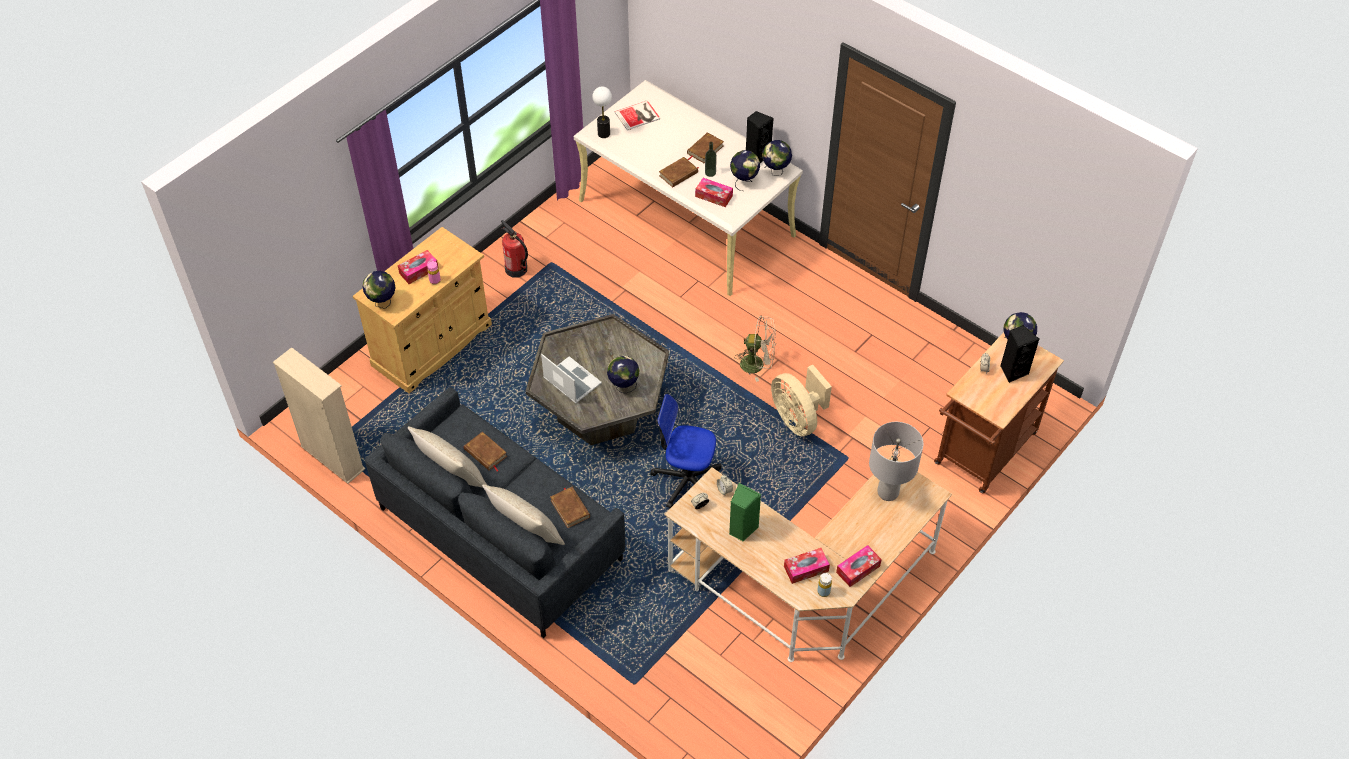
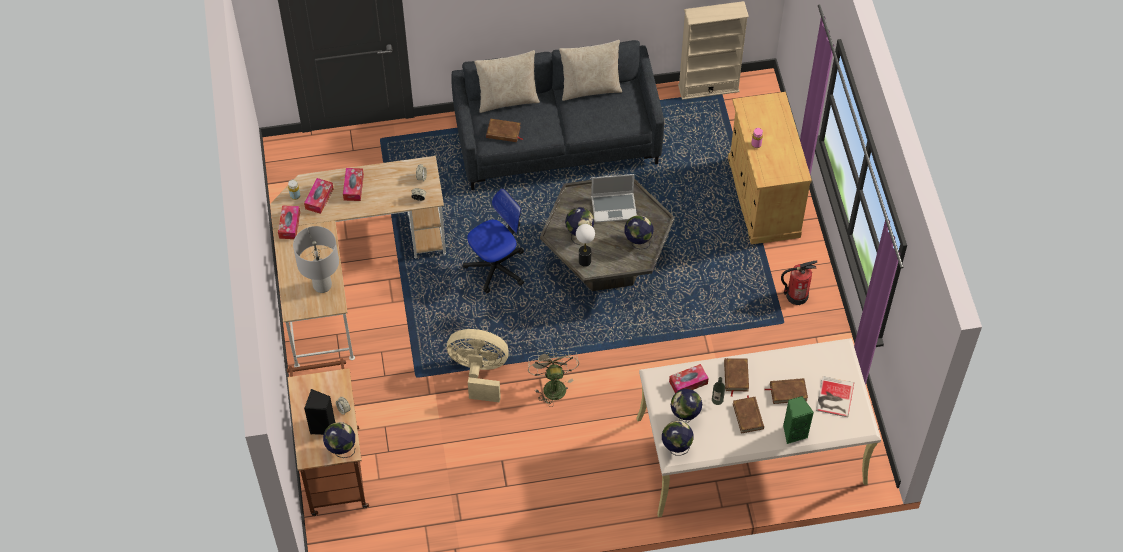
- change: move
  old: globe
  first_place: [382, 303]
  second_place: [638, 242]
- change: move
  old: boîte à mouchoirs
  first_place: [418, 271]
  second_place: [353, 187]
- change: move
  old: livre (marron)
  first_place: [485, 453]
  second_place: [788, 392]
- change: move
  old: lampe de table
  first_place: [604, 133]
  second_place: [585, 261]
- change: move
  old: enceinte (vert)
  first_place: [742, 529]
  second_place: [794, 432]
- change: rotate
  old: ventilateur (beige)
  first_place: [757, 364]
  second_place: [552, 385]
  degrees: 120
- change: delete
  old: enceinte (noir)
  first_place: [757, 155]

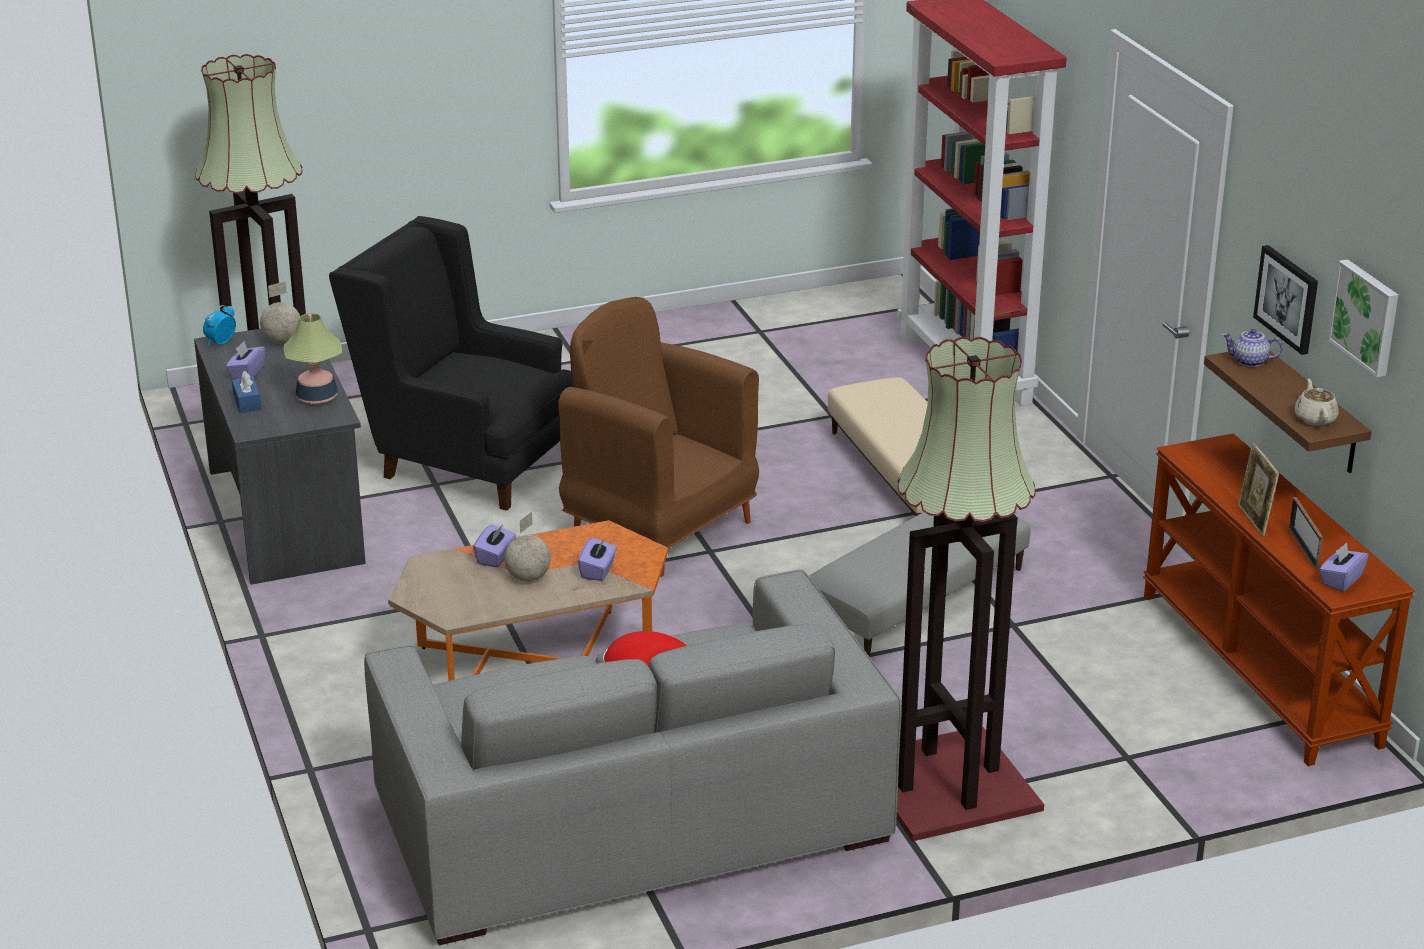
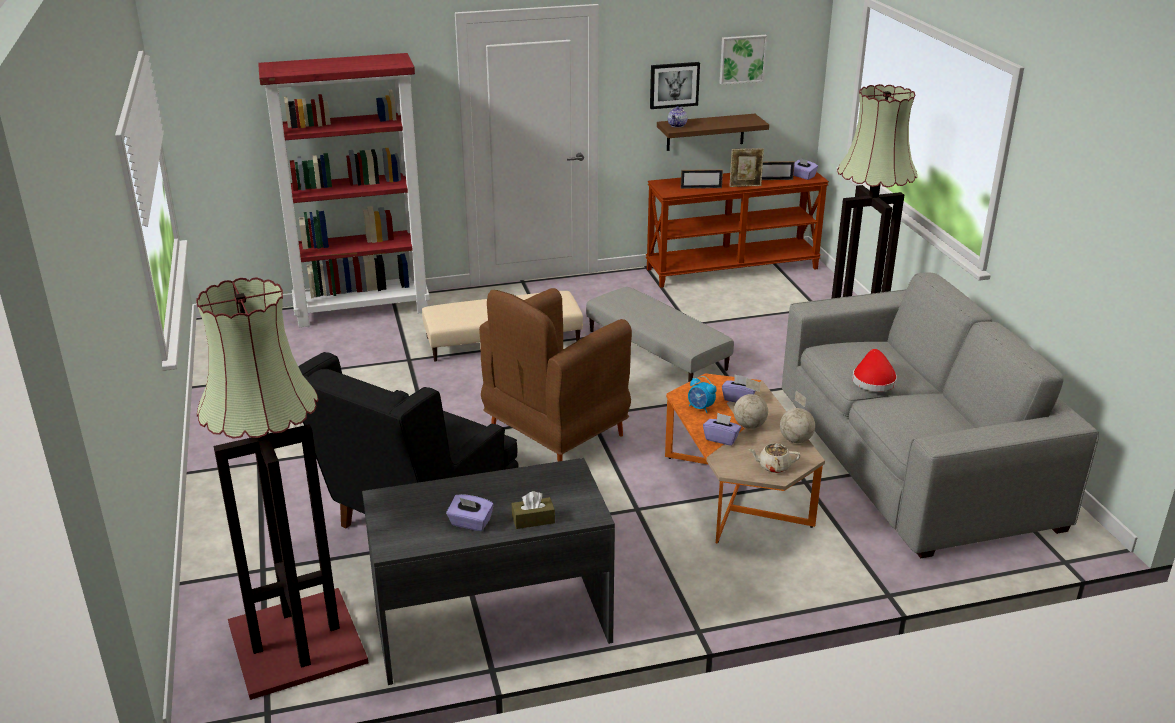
- change: move
  old: réveil
  first_place: [220, 343]
  second_place: [700, 408]
- change: recolor
  old: boîte à mouchoirs (bleu)
  new: boîte à mouchoirs (marron)
  first_place: [247, 402]
  second_place: [533, 520]
- change: move
  old: globe
  first_place: [283, 341]
  second_place: [795, 440]
- change: delete
  old: lampe de table
  first_place: [317, 397]
- change: move
  old: théière (beige)
  first_place: [1314, 418]
  second_place: [773, 466]
- change: insert
  new: cadre photo
  second_place: [701, 188]

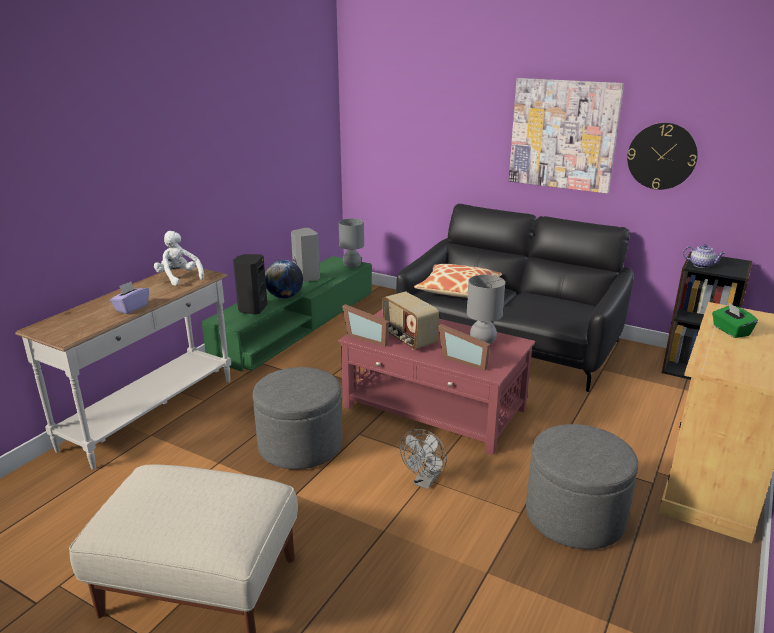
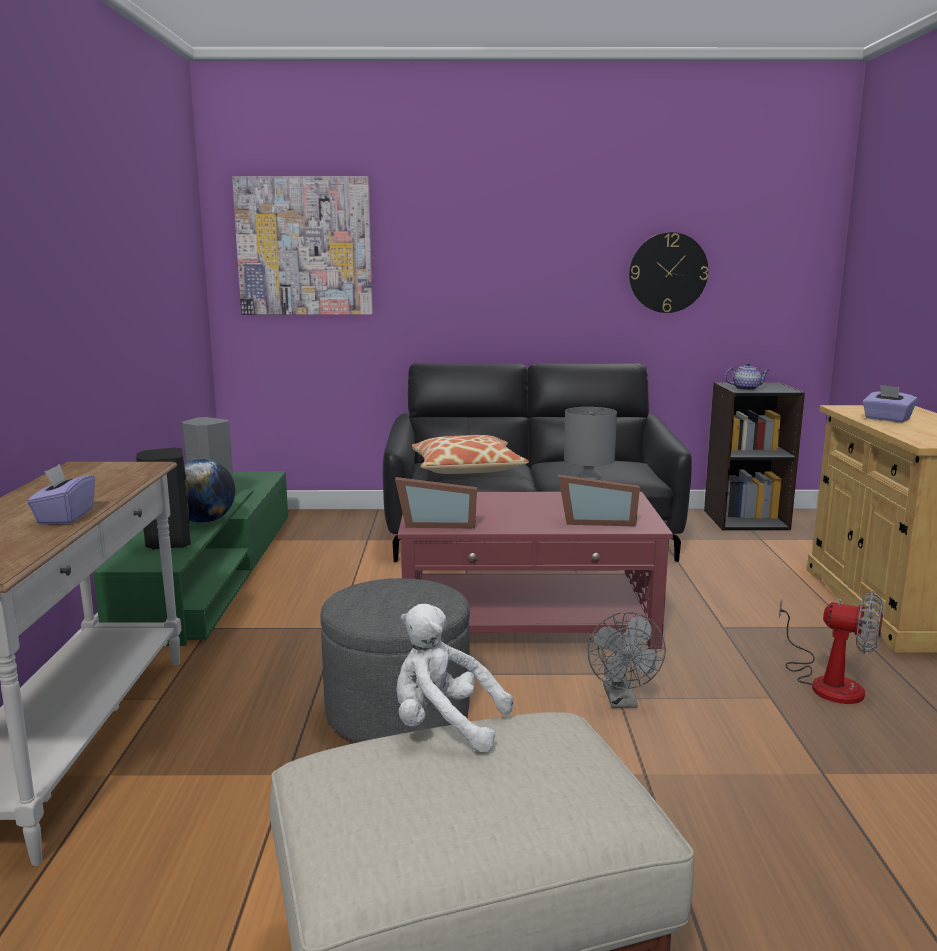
- change: move
  old: peluche (blanc)
  first_place: [179, 278]
  second_place: [444, 726]
- change: delete
  old: lampe de table (gris)
  first_place: [352, 266]
- change: delete
  old: radio
  first_place: [408, 339]
- change: move
  old: tableau
  first_place: [563, 134]
  second_place: [304, 246]
- change: replace
  old: pouf (gris)
  new: ventilateur
  first_place: [574, 516]
  second_place: [827, 682]
- change: recolor
  old: boîte à mouchoirs (vert)
  new: boîte à mouchoirs (violet)
  first_place: [730, 331]
  second_place: [887, 419]

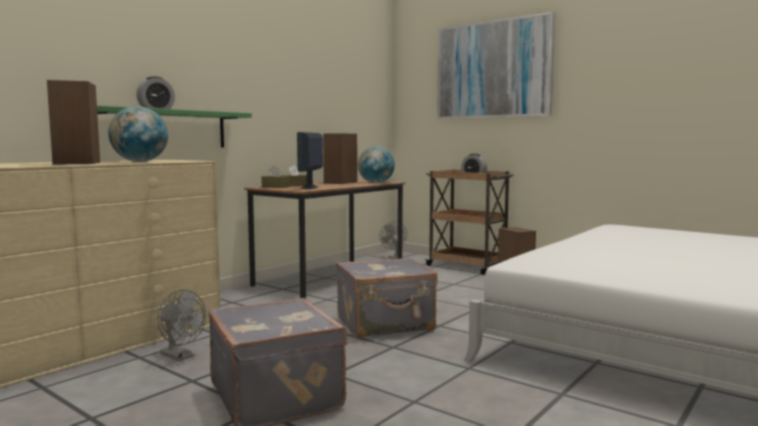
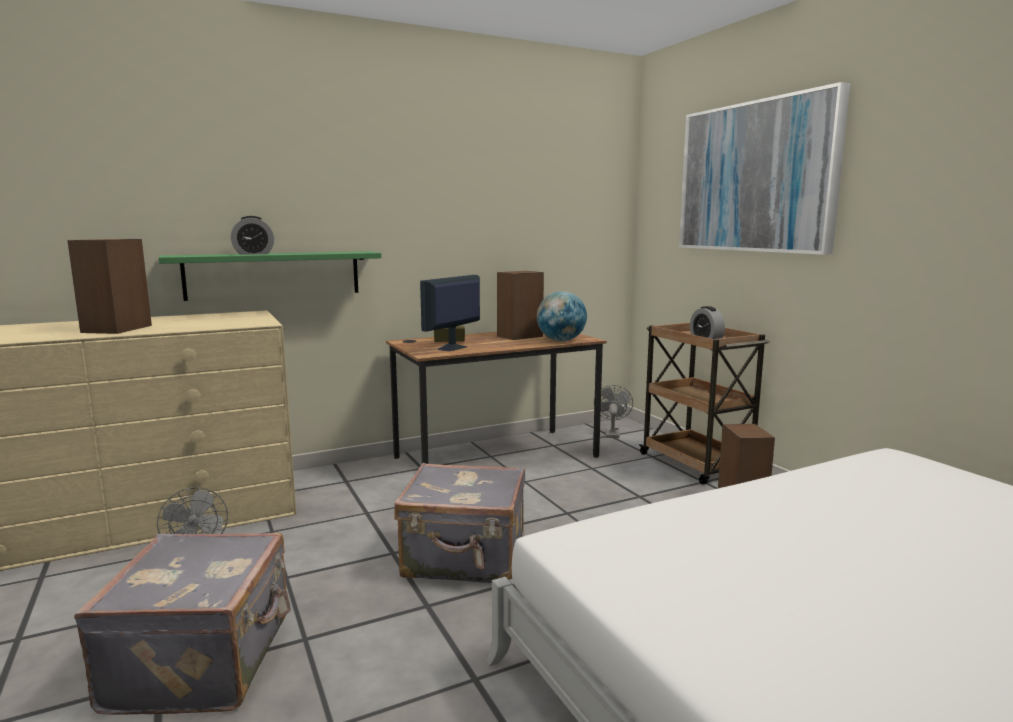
- change: delete
  old: globe
  first_place: [139, 161]
- change: delete
  old: boîte à mouchoirs (marron)
  first_place: [275, 187]

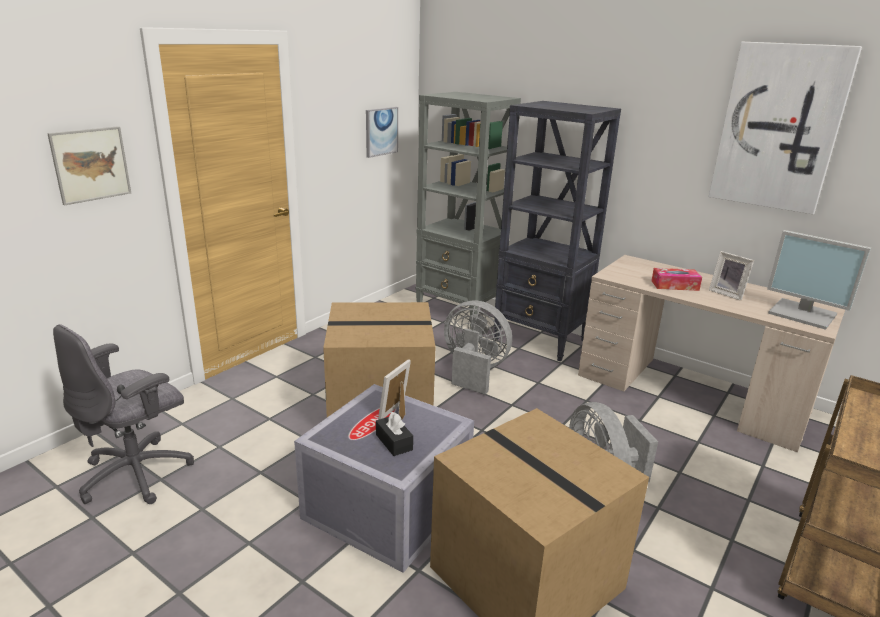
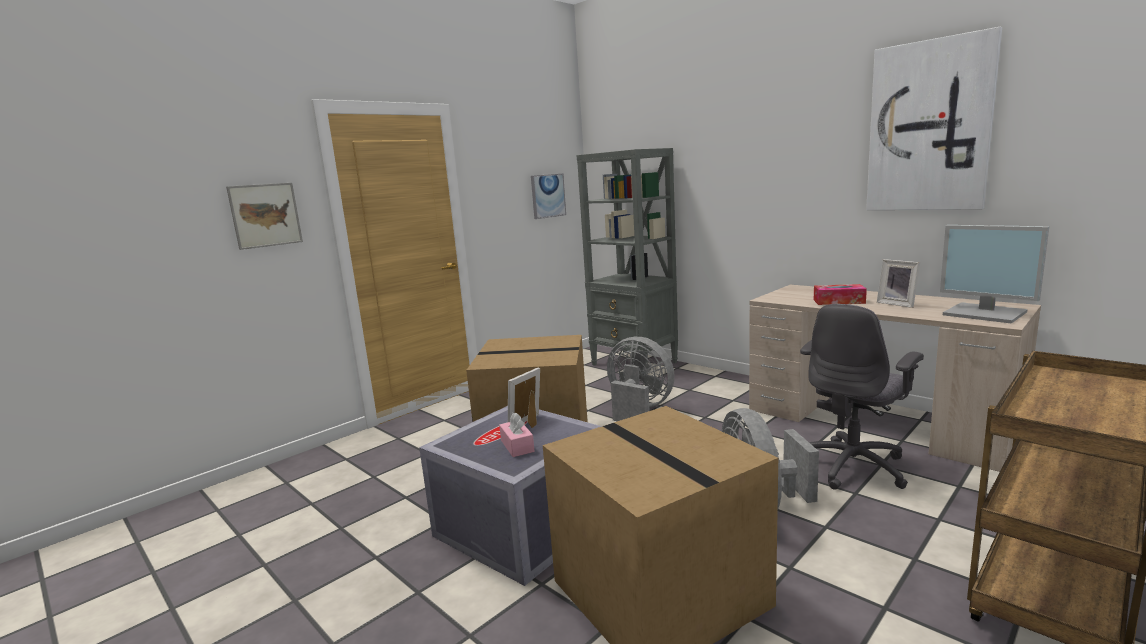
- change: move
  old: chaise de bureau (gris)
  first_place: [138, 473]
  second_place: [853, 466]
- change: recolor
  old: boîte à mouchoirs (noir)
  new: boîte à mouchoirs (rose)
  first_place: [394, 442]
  second_place: [517, 446]
- change: delete
  old: bibliothèque (noir)
  first_place: [540, 340]

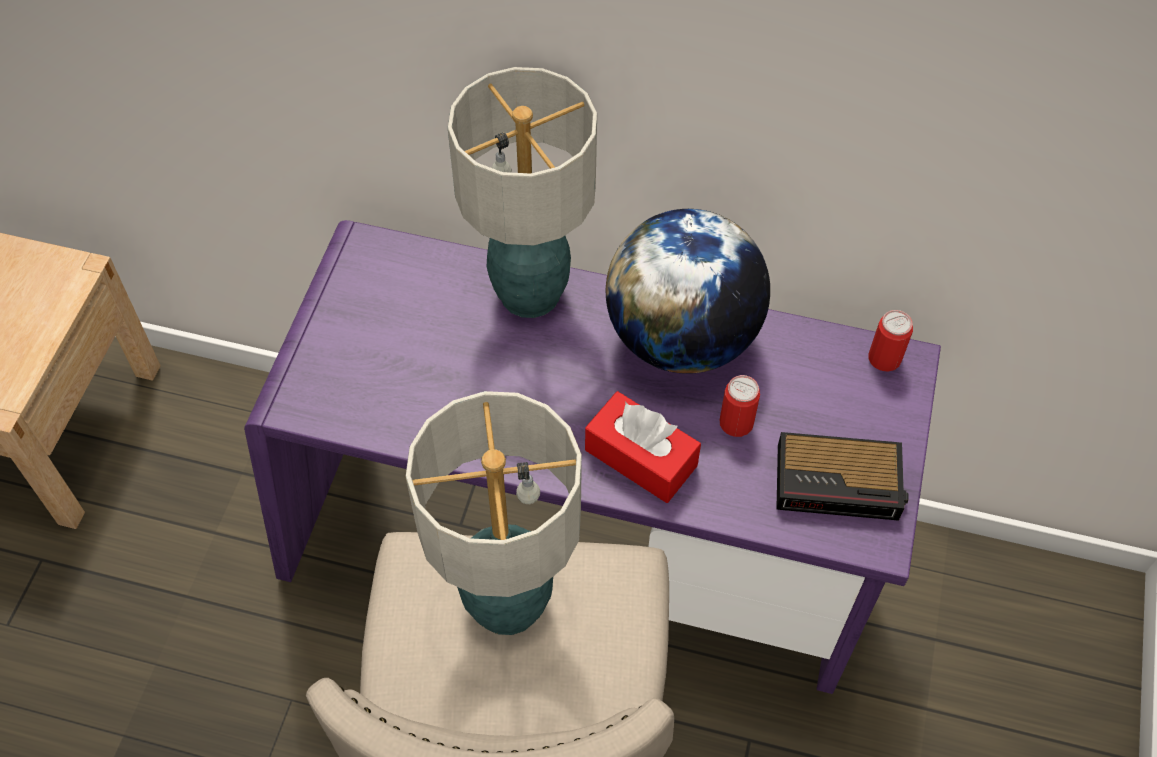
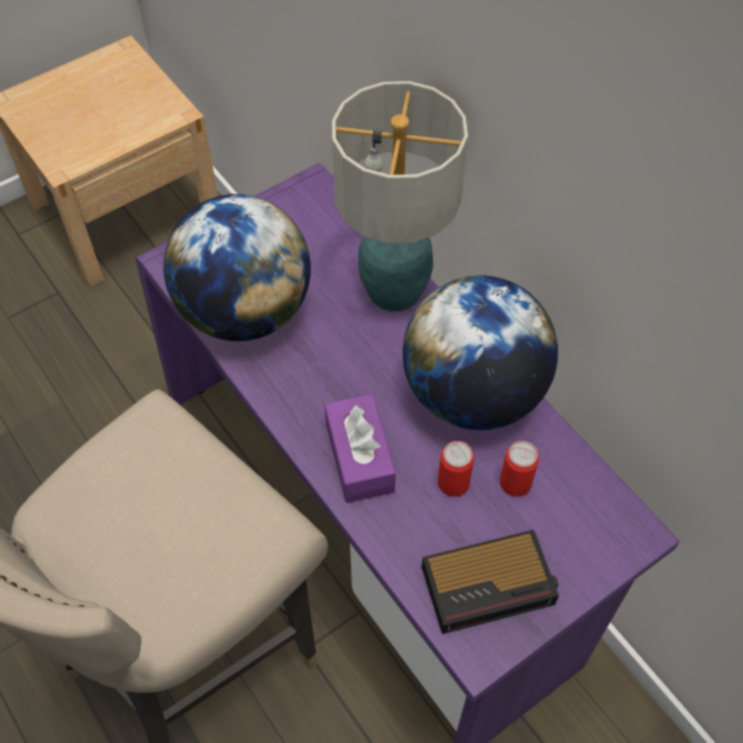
- change: delete
  old: lampe de table
  first_place: [508, 601]
- change: recolor
  old: boîte à mouchoirs (rouge)
  new: boîte à mouchoirs (violet)
  first_place: [641, 457]
  second_place: [359, 457]
- change: rotate
  old: réveil
  first_place: [840, 482]
  second_place: [490, 584]
  degrees: -60
- change: move
  old: boîte métallique
  first_place: [884, 358]
  second_place: [515, 483]
- change: insert
  new: globe
  second_place: [245, 311]

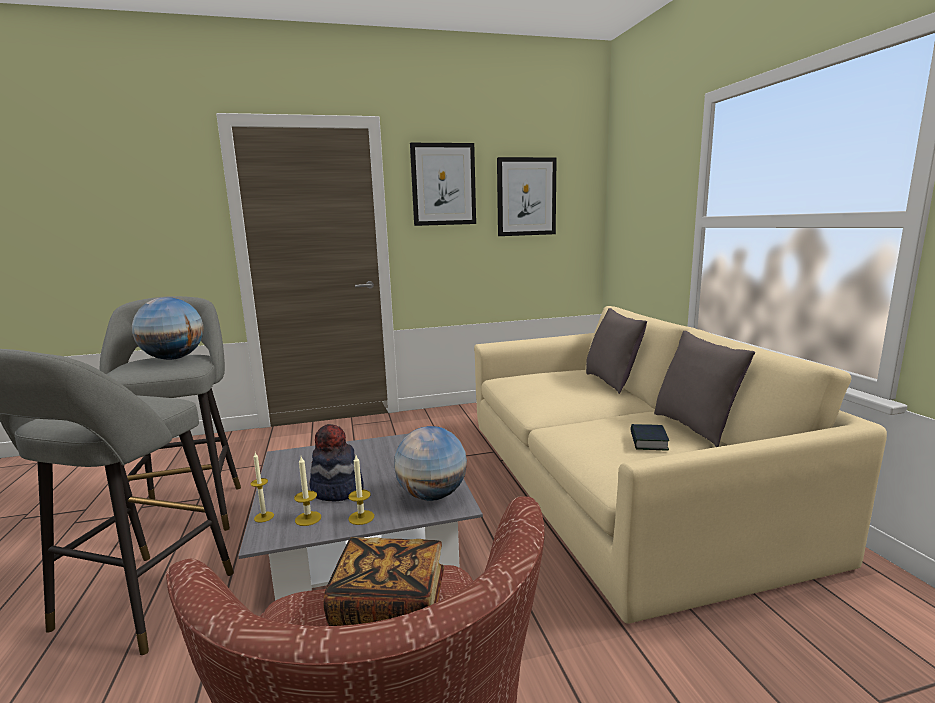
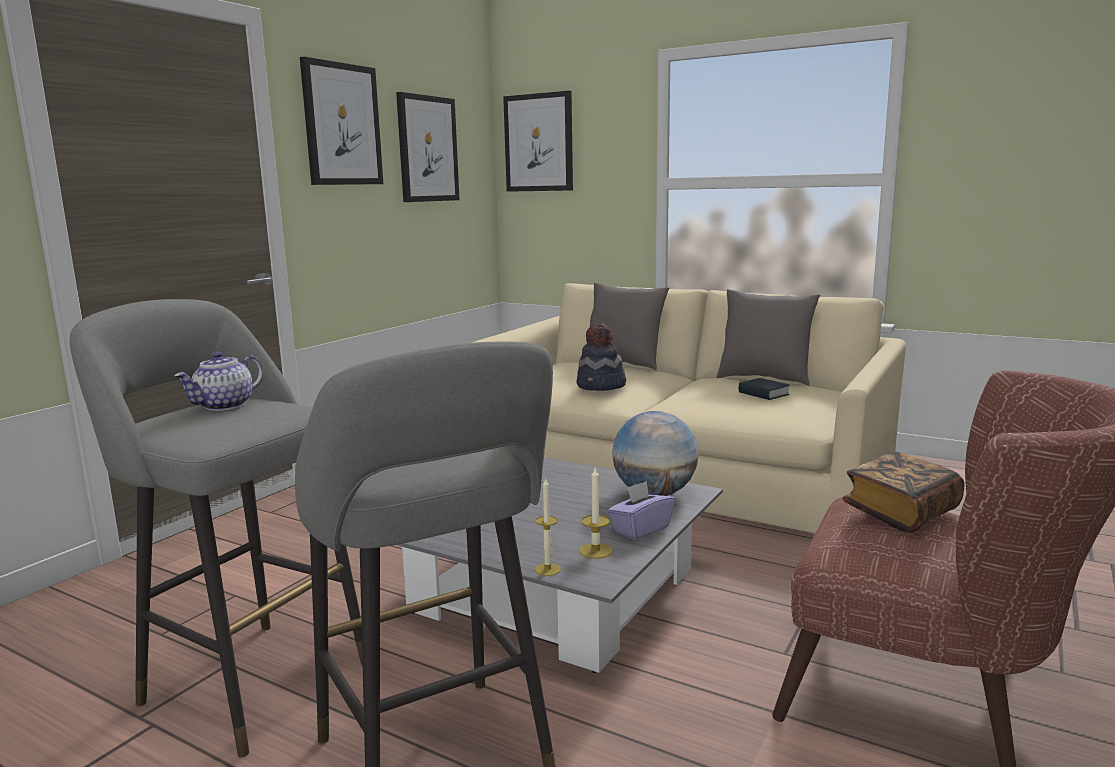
- change: replace
  old: globe
  new: théière
  first_place: [174, 358]
  second_place: [224, 406]
- change: move
  old: chapeau
  first_place: [337, 490]
  second_place: [601, 386]
- change: replace
  old: bougie
  new: boîte à mouchoirs (violet)
  first_place: [361, 517]
  second_place: [640, 529]
- change: insert
  new: tableau
  second_place: [539, 143]

